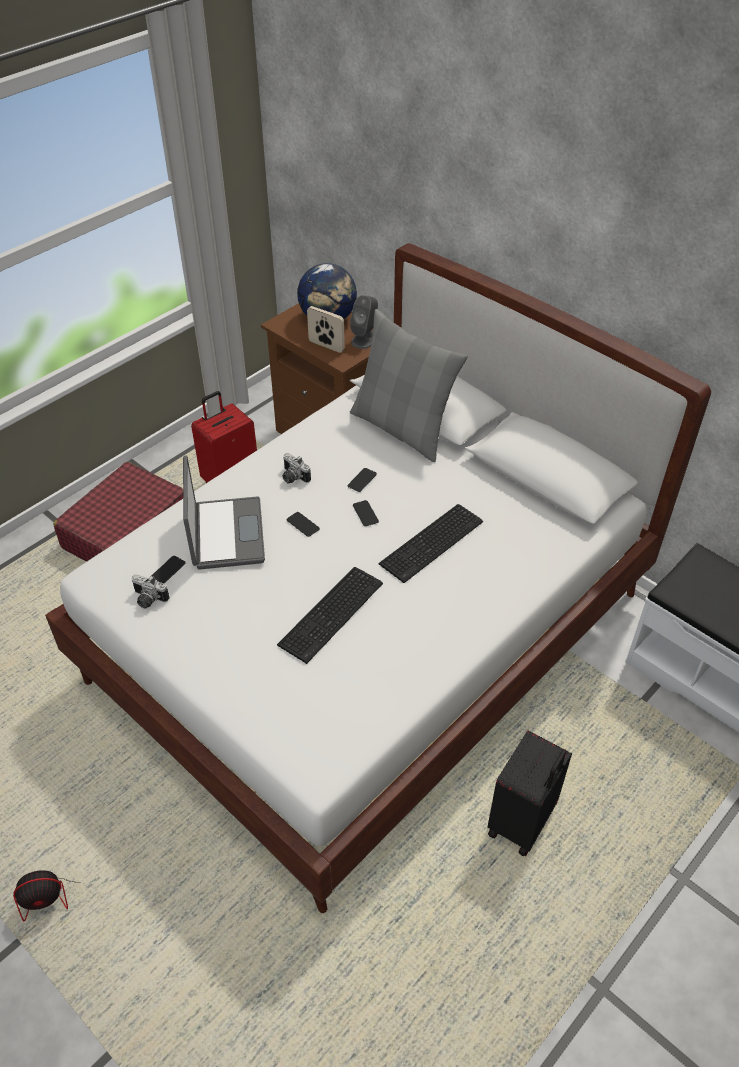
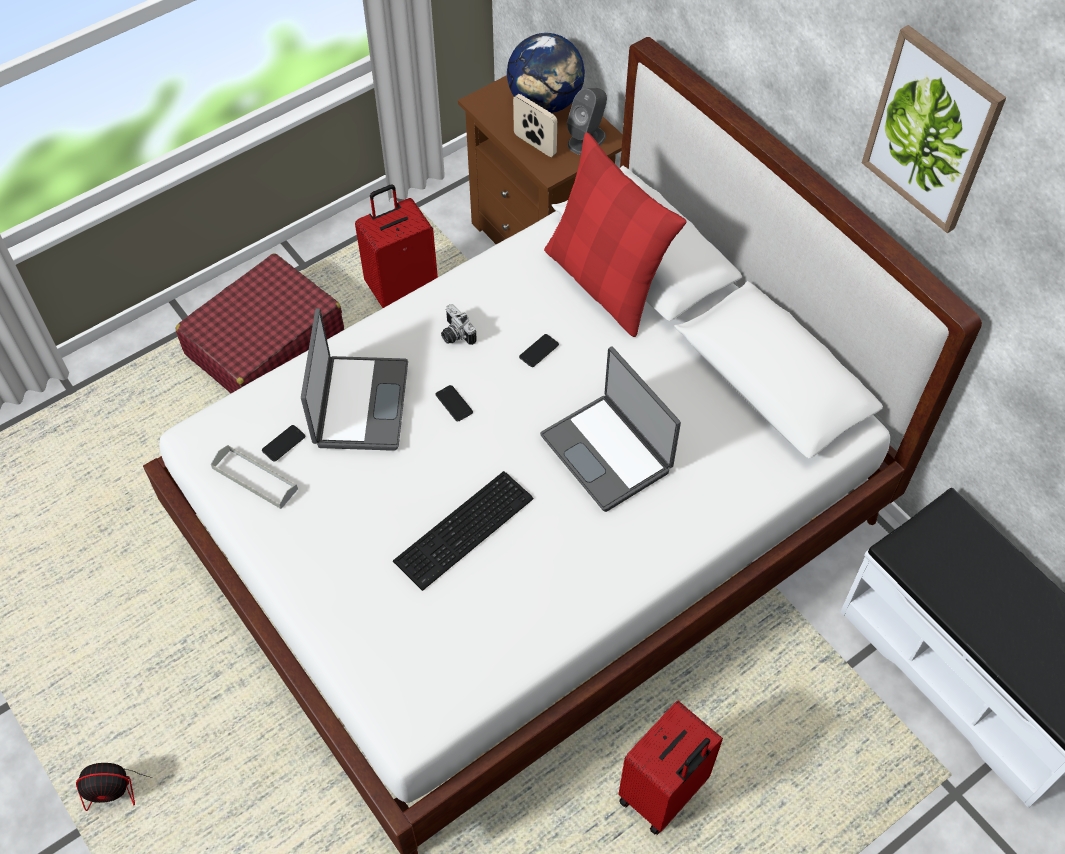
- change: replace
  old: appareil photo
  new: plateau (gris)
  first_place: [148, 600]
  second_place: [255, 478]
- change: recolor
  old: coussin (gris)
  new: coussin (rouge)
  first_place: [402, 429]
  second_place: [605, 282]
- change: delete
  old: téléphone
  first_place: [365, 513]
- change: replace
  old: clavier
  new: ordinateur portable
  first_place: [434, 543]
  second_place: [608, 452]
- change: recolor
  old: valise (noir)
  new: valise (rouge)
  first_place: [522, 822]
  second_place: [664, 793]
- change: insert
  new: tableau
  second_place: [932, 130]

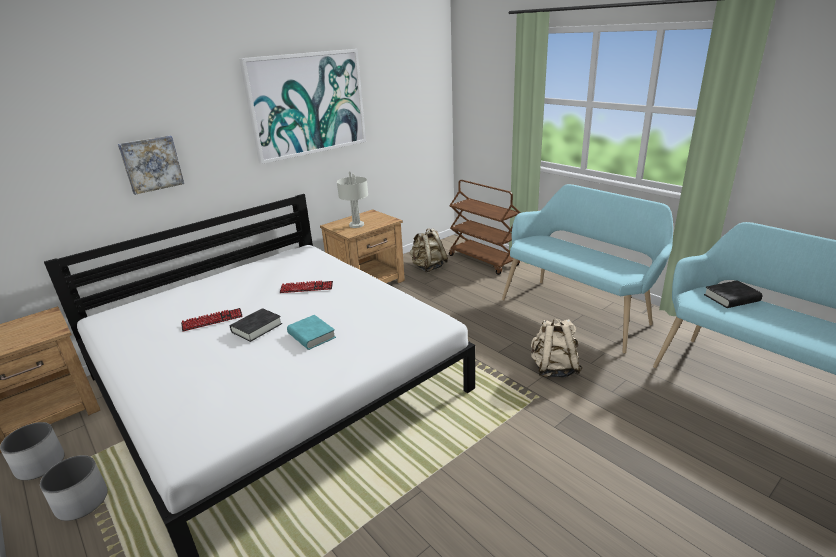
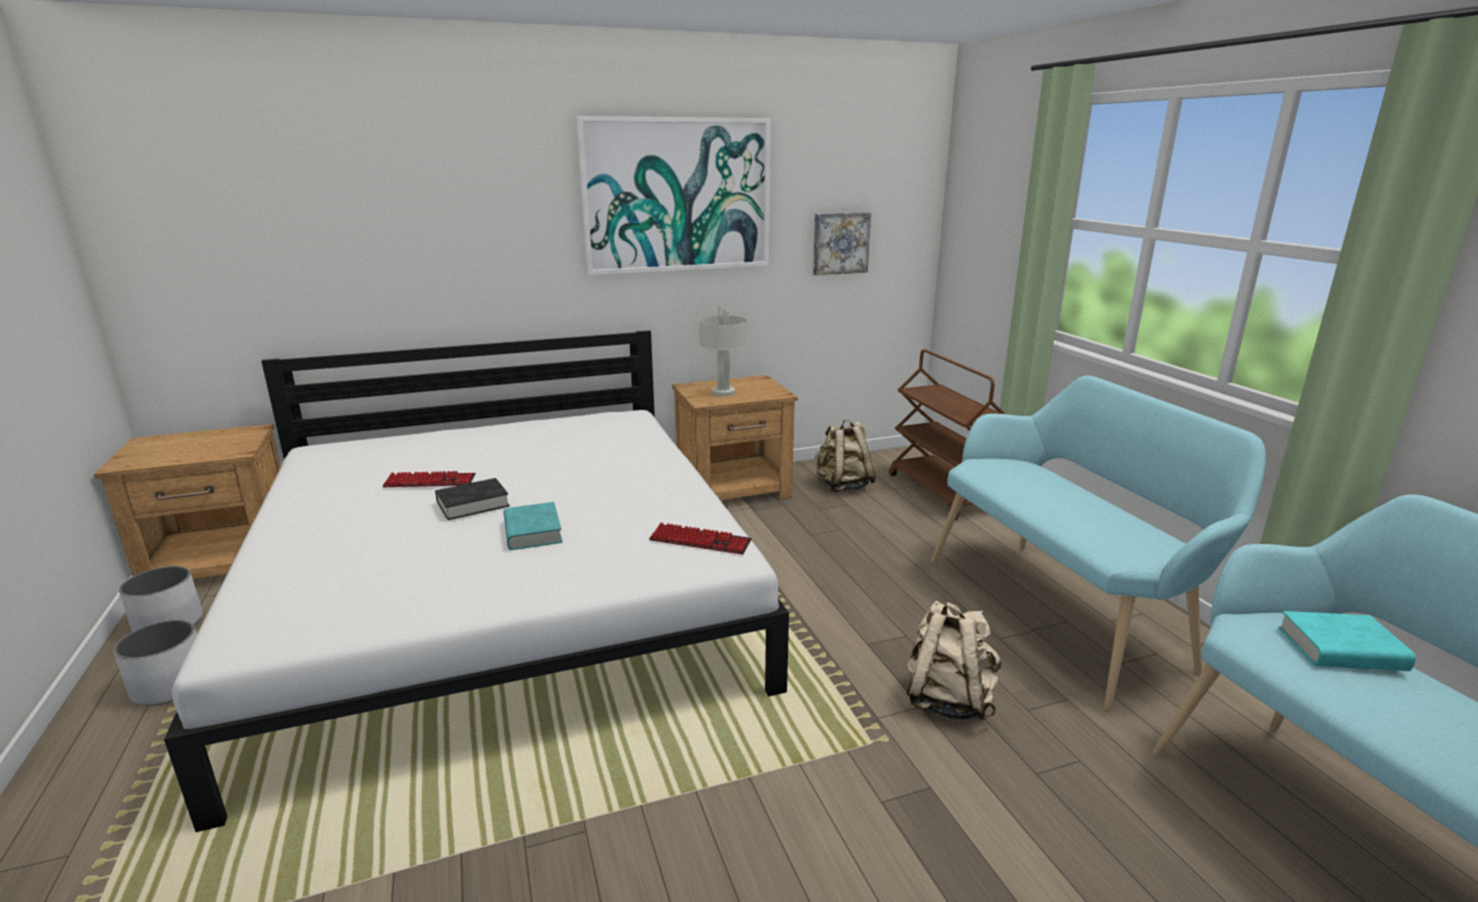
- change: move
  old: tableau
  first_place: [151, 164]
  second_place: [840, 243]
- change: move
  old: clavier
  first_place: [306, 288]
  second_place: [700, 541]
- change: recolor
  old: livre (noir)
  new: livre (turquoise)
  first_place: [731, 298]
  second_place: [1341, 649]

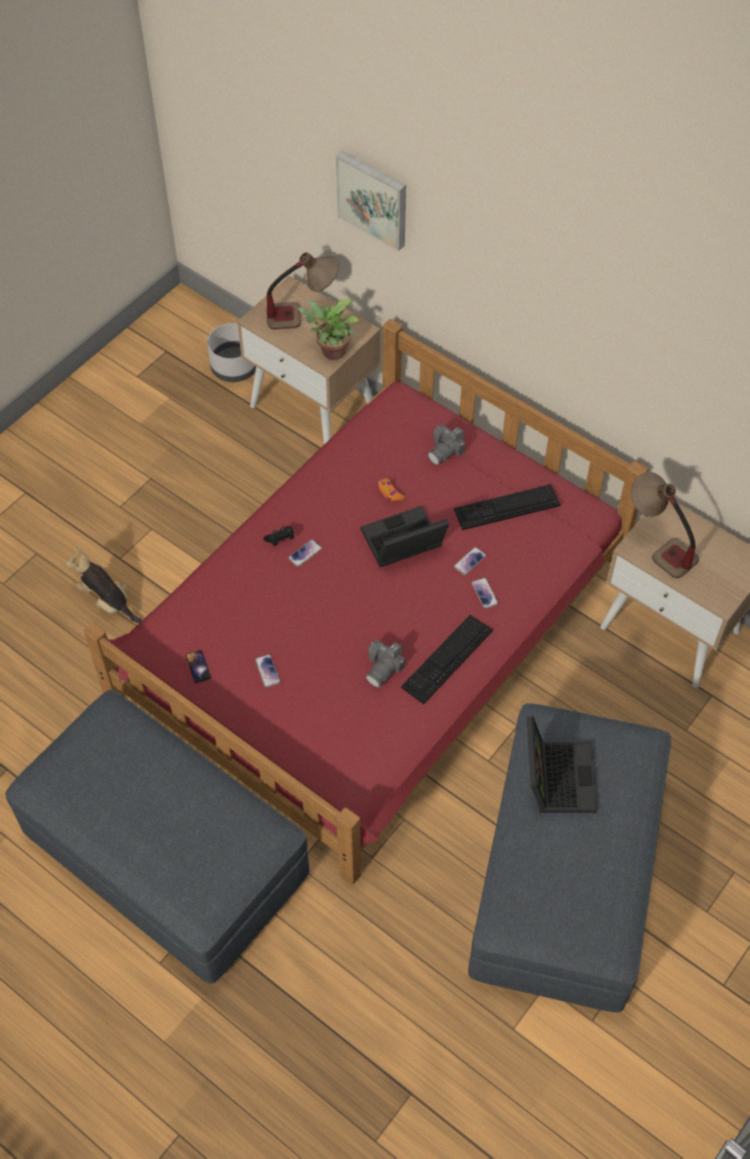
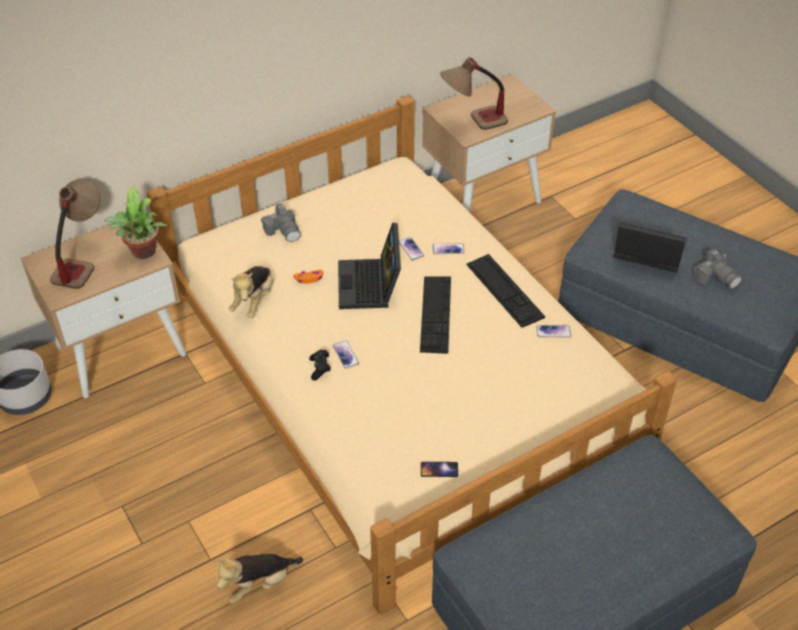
- change: recolor
  old: lit (rouge)
  new: lit (beige)
  first_place: [372, 629]
  second_place: [398, 376]
- change: move
  old: téléphone
  first_place: [267, 671]
  second_place: [553, 332]
- change: delete
  old: tableau
  first_place: [373, 198]
- change: move
  old: appareil photo
  first_place: [384, 668]
  second_place: [715, 277]
- change: move
  old: clavier
  first_place: [506, 507]
  second_place: [435, 314]
- change: insert
  new: peluche
  second_place: [254, 301]

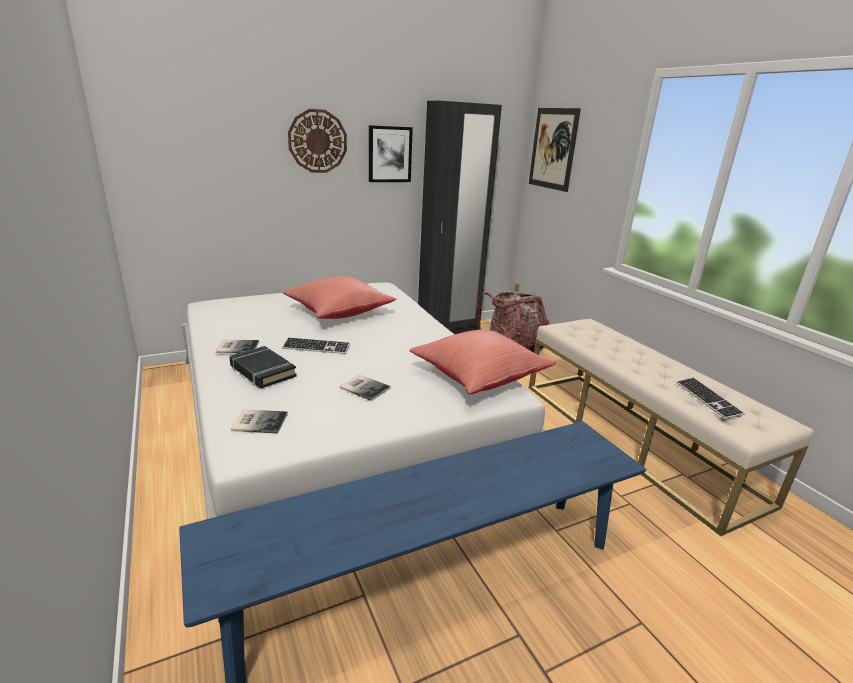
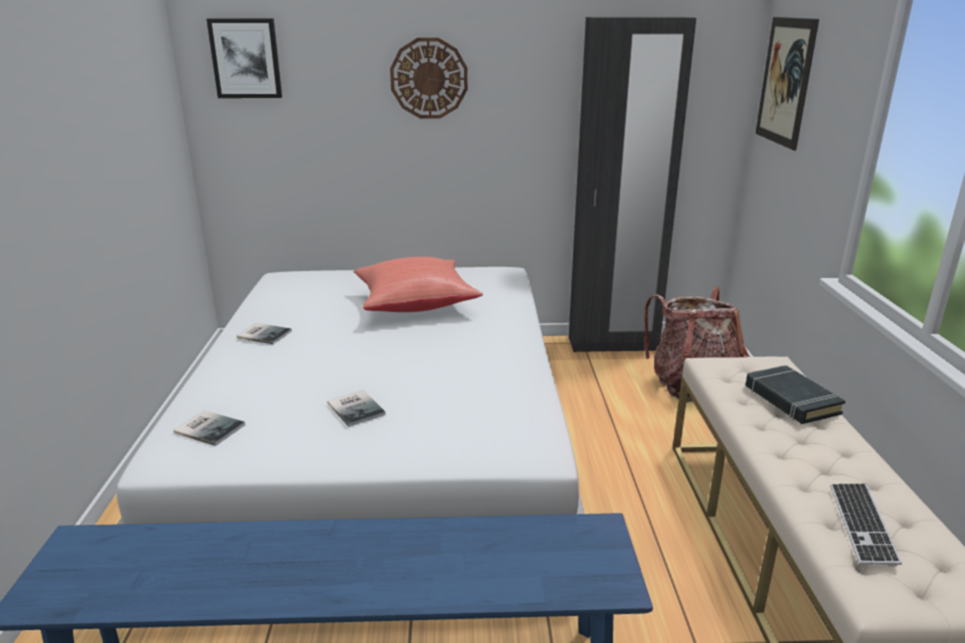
- change: move
  old: livre (noir)
  first_place: [262, 371]
  second_place: [791, 400]
- change: delete
  old: clavier
  first_place: [316, 347]
- change: move
  old: tableau
  first_place: [389, 154]
  second_place: [246, 58]
- change: delete
  old: coussin (rouge)
  first_place: [478, 377]

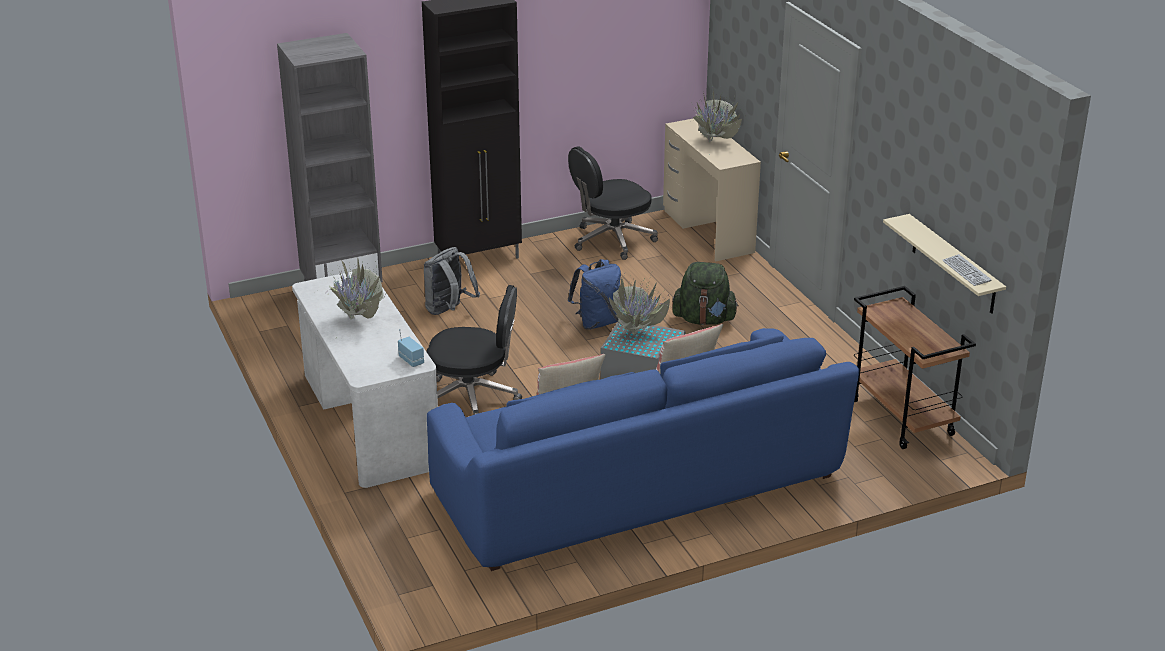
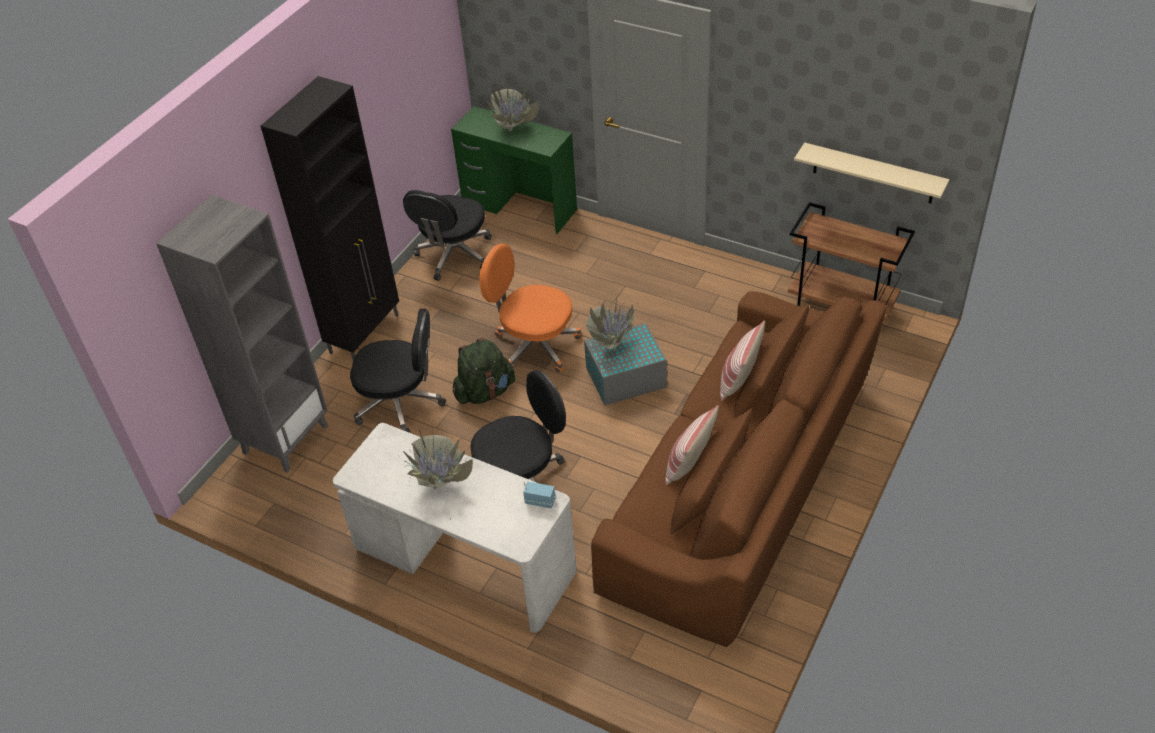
- change: replace
  old: sac à dos (gris)
  new: chaise de bureau (noir)
  first_place: [449, 311]
  second_place: [401, 403]
- change: recolor
  old: canapé (bleu)
  new: canapé (marron)
  first_place: [639, 487]
  second_place: [742, 487]
- change: replace
  old: sac à dos (bleu)
  new: chaise de bureau (orange)
  first_place: [597, 322]
  second_place: [534, 345]
- change: recolor
  old: bureau (beige)
  new: bureau (vert)
  first_place: [708, 231]
  second_place: [520, 207]
- change: move
  old: sac à dos (vert)
  first_place: [704, 319]
  second_place: [485, 392]
- change: delete
  old: clavier
  first_place: [966, 271]

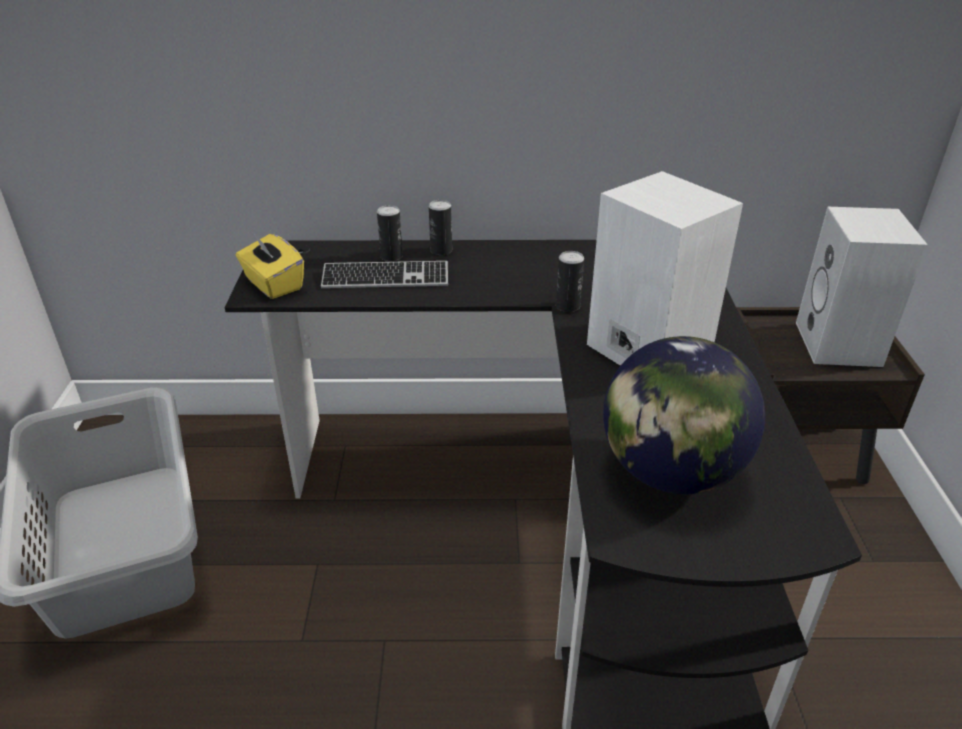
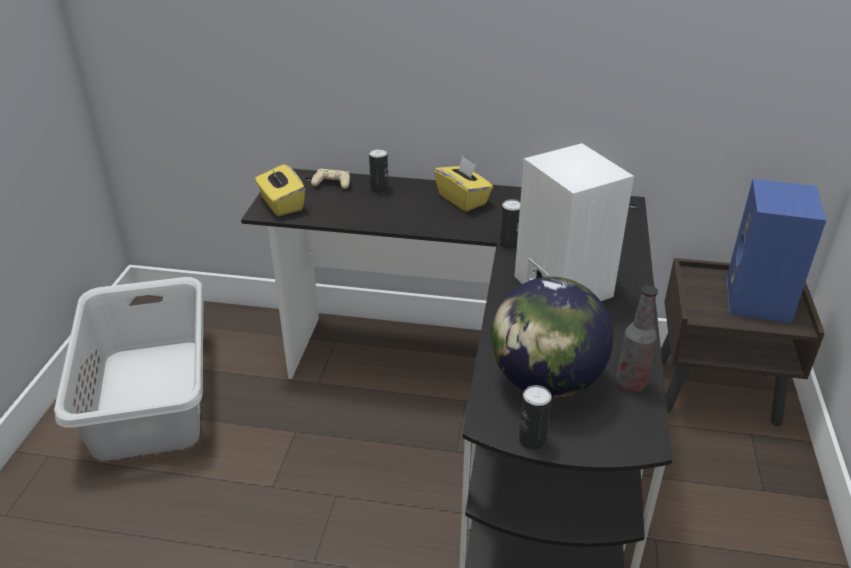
- change: delete
  old: clavier
  first_place: [385, 278]
- change: move
  old: boîte métallique
  first_place: [441, 250]
  second_place: [532, 440]
- change: recolor
  old: enceinte (blanc)
  new: enceinte (bleu)
  first_place: [840, 345]
  second_place: [759, 300]
- change: insert
  new: manette (beige)
  second_place: [332, 183]
- change: insert
  new: boîte à mouchoirs (jaune)
  second_place: [463, 199]
- change: insert
  new: bouteille
  second_place: [630, 383]

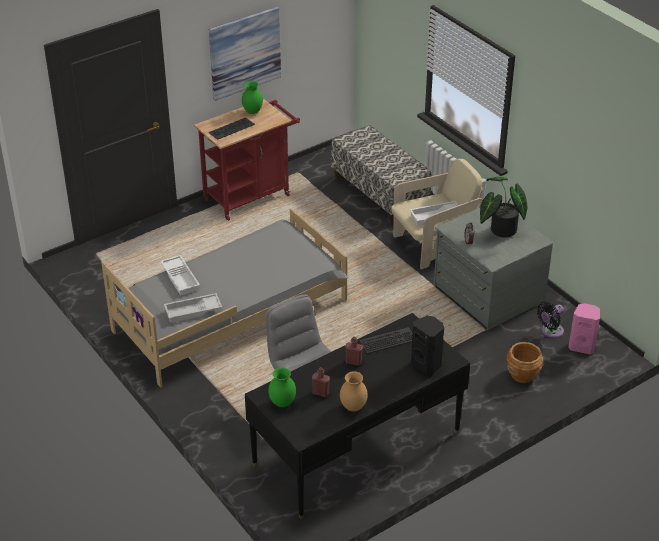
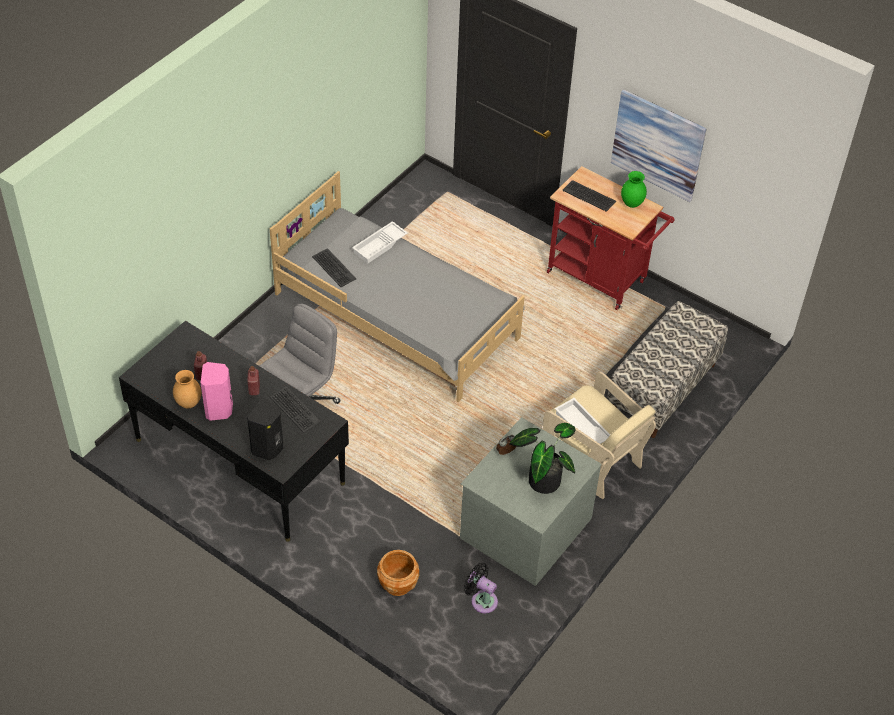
- change: replace
  old: plateau (blanc)
  new: clavier
  first_place: [193, 311]
  second_place: [333, 268]
- change: delete
  old: vase (vert)
  first_place: [282, 403]
- change: move
  old: enceinte (rose)
  first_place: [582, 346]
  second_place: [219, 409]

